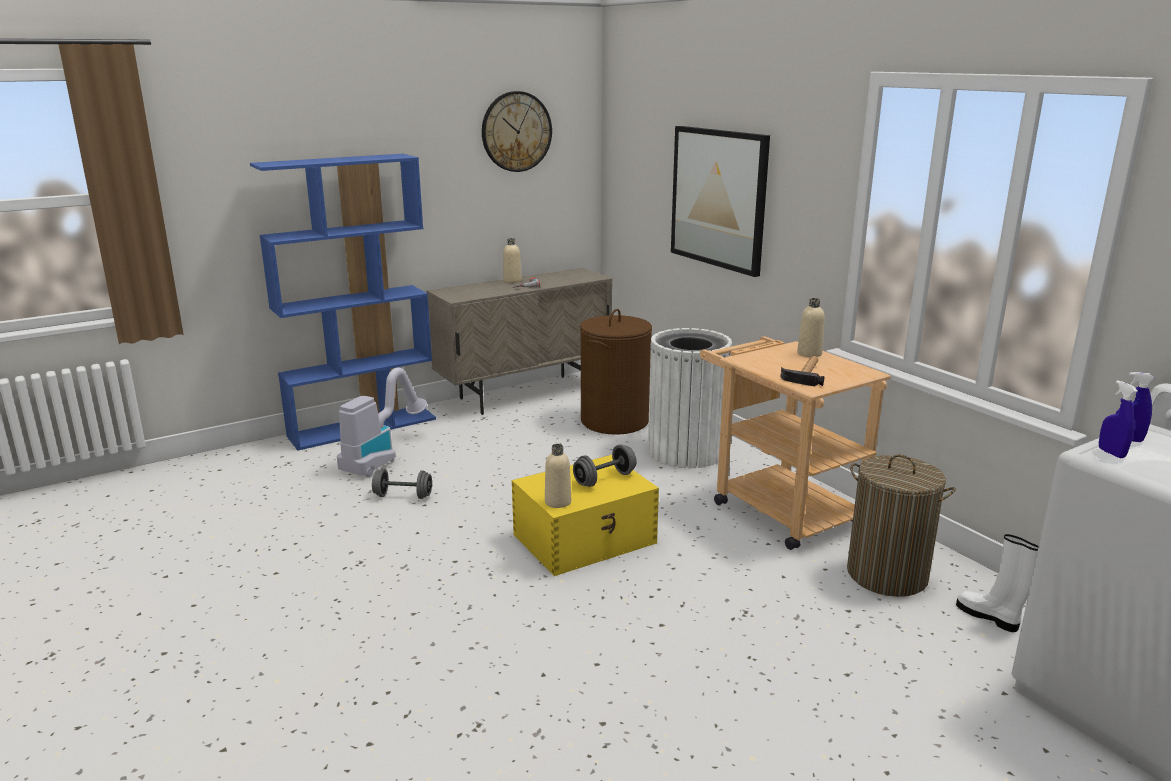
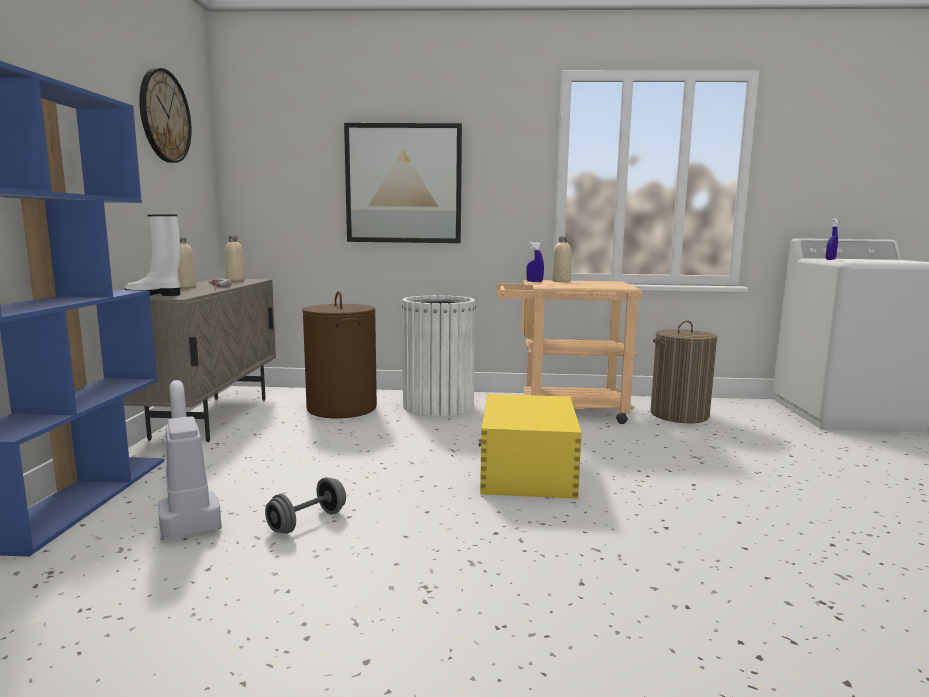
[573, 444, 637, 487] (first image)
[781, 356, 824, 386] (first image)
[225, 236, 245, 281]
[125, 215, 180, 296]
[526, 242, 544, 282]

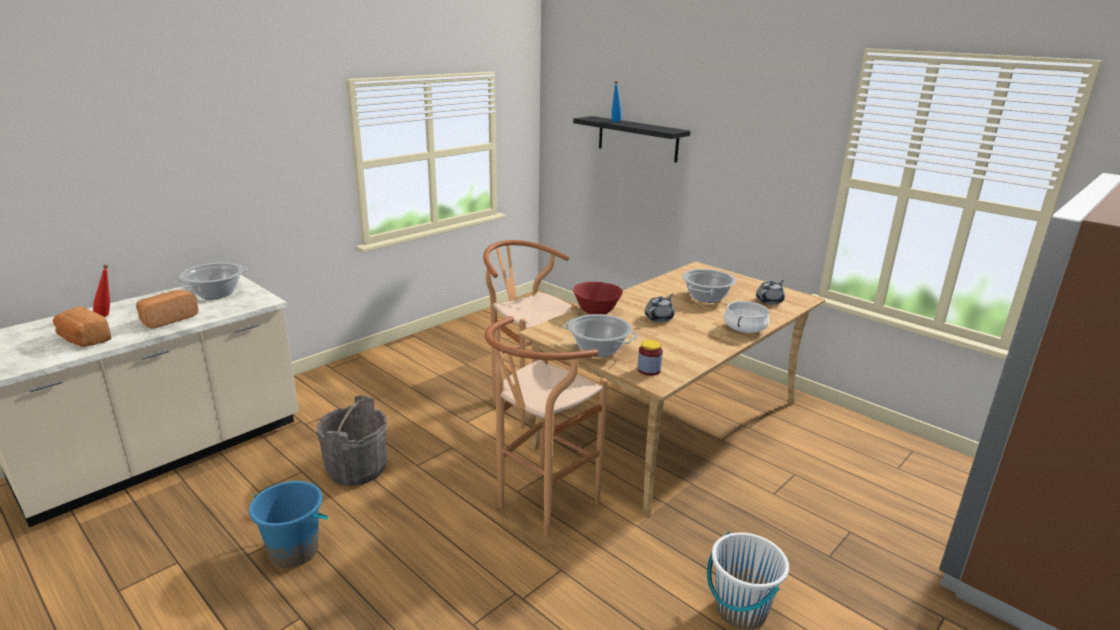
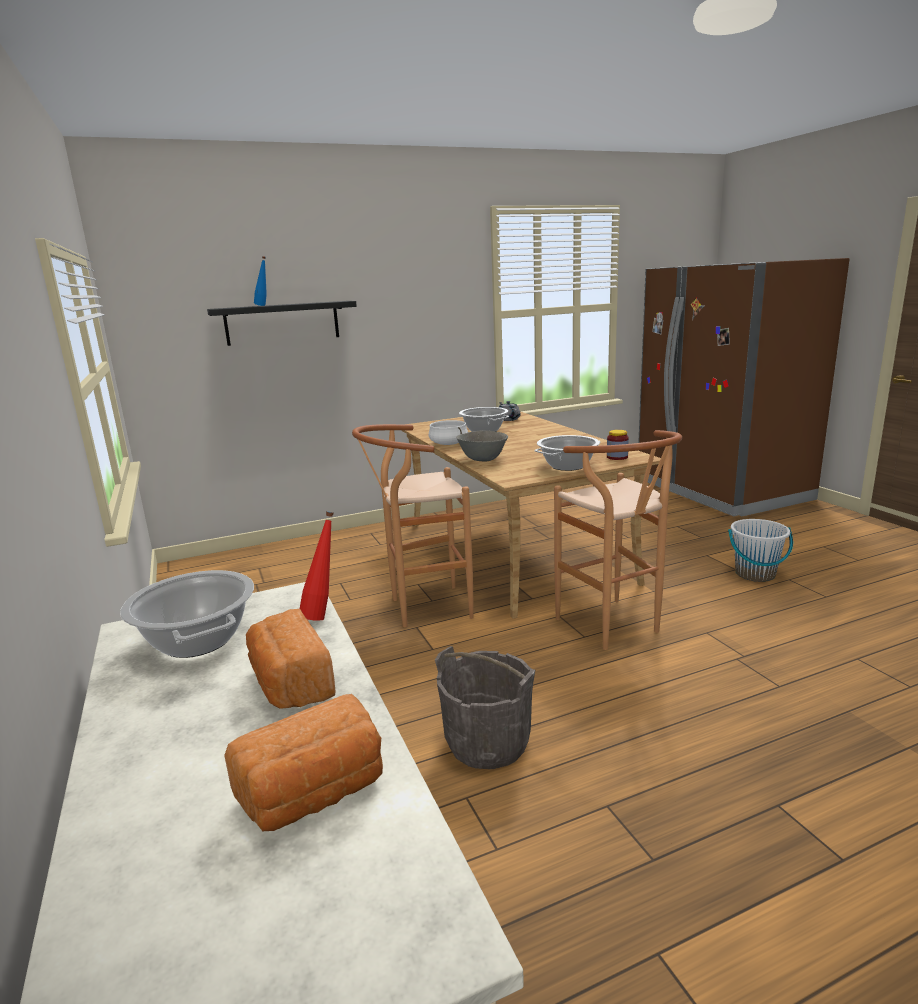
[249, 481, 329, 568] (first image)
[645, 294, 675, 322] (first image)
[300, 511, 334, 621]
[429, 420, 468, 445]
[456, 430, 508, 461]

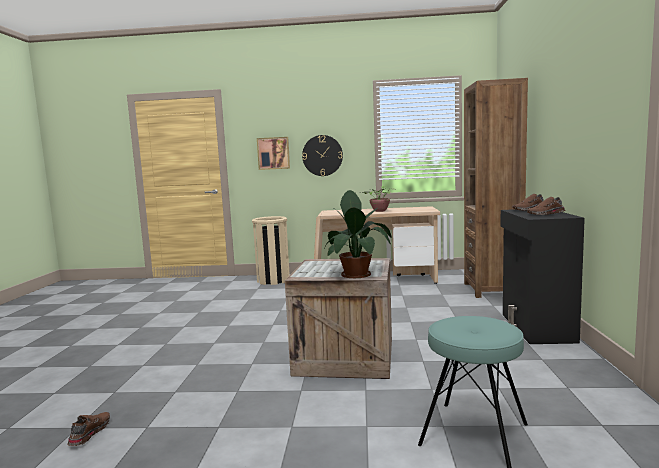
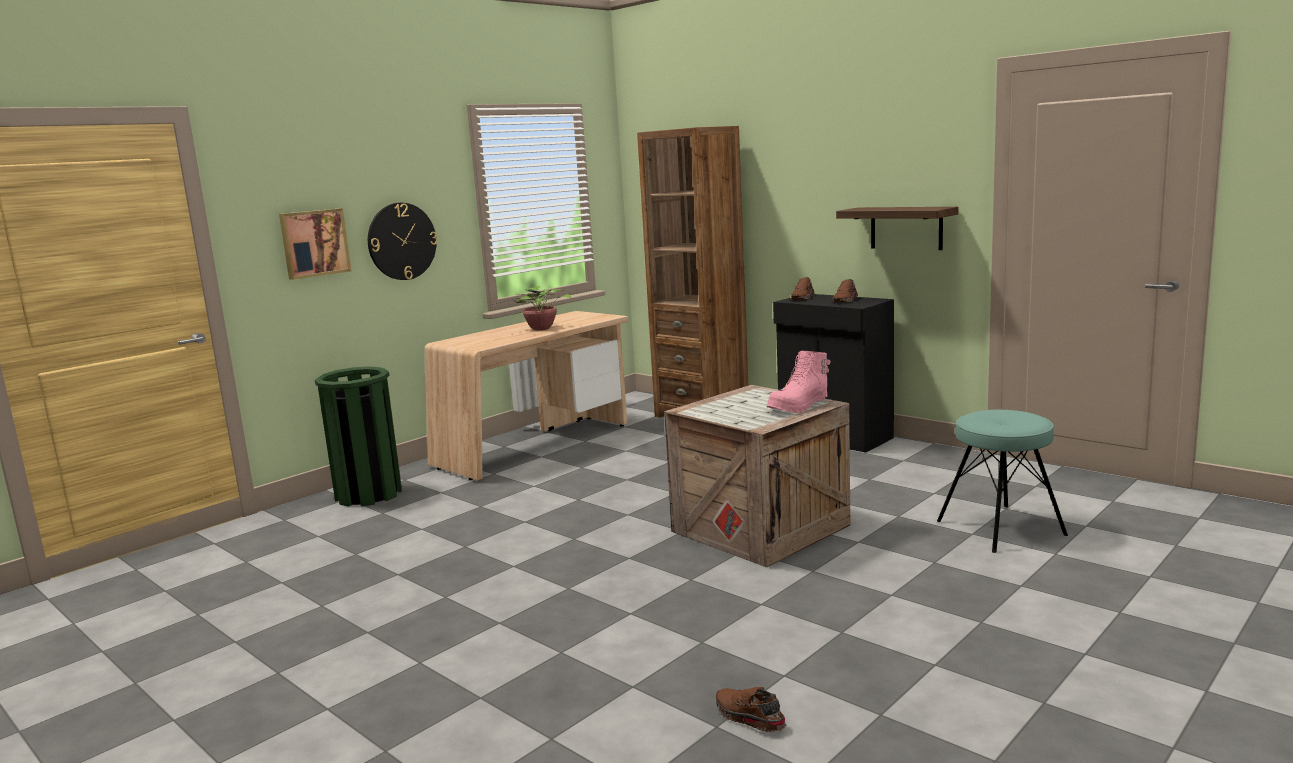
[836, 207, 959, 250]
[766, 351, 830, 413]
[315, 366, 402, 507]

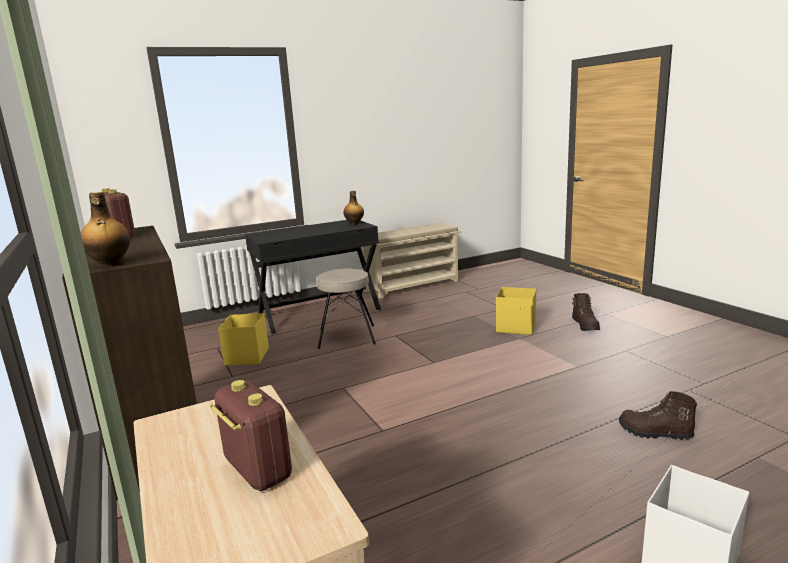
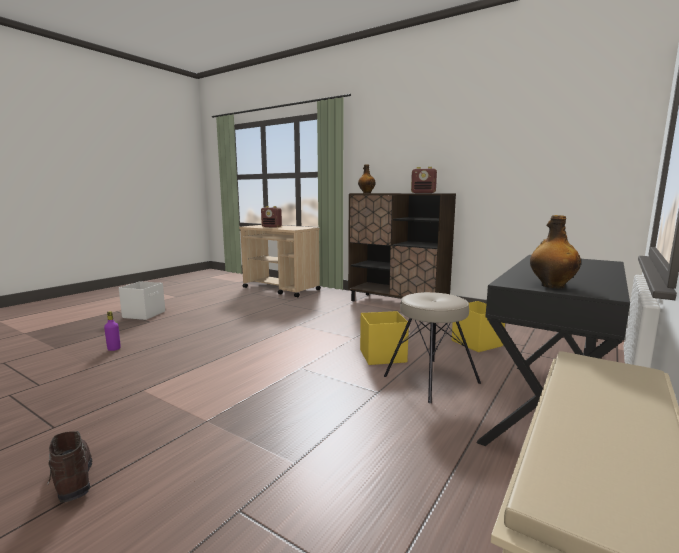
[360, 311, 409, 365]
[104, 311, 121, 351]

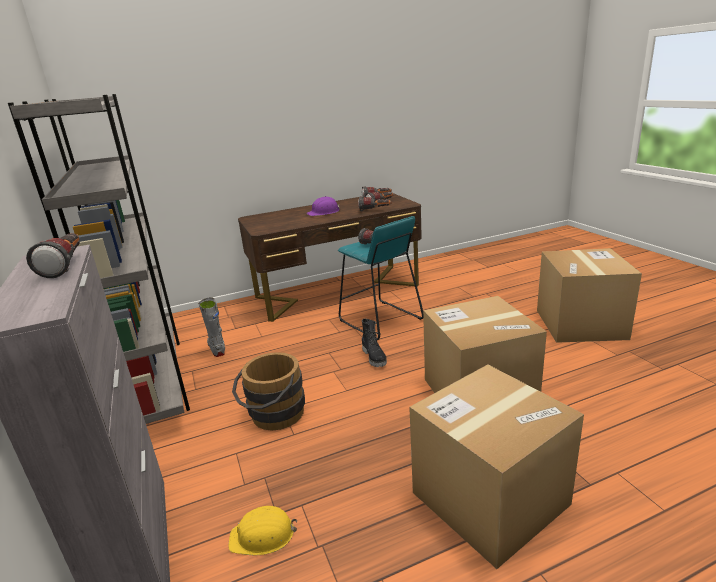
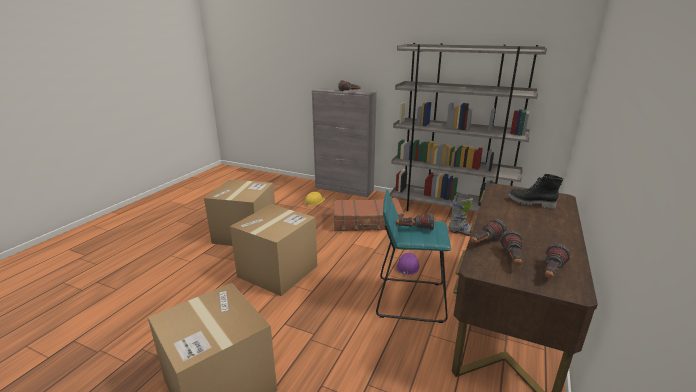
[396, 253, 419, 276]
[508, 174, 563, 209]
[334, 198, 404, 231]

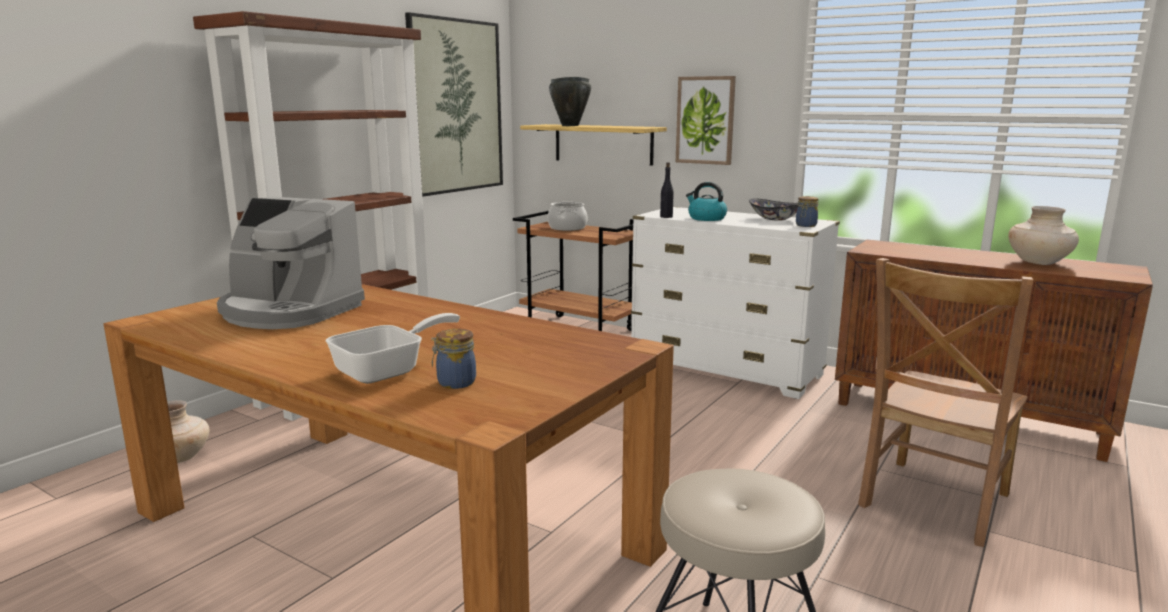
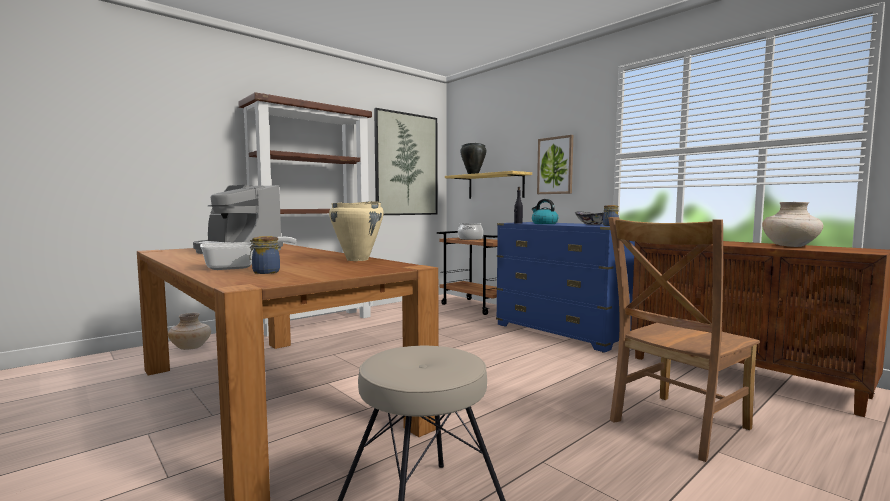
[329, 201, 384, 261]
[496, 222, 635, 353]

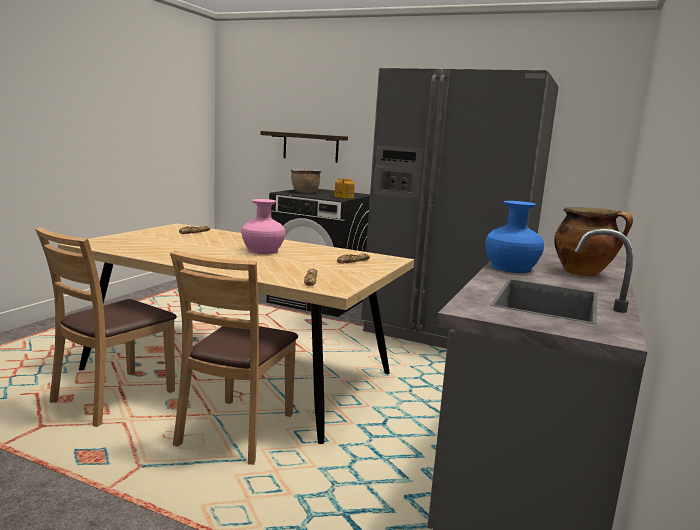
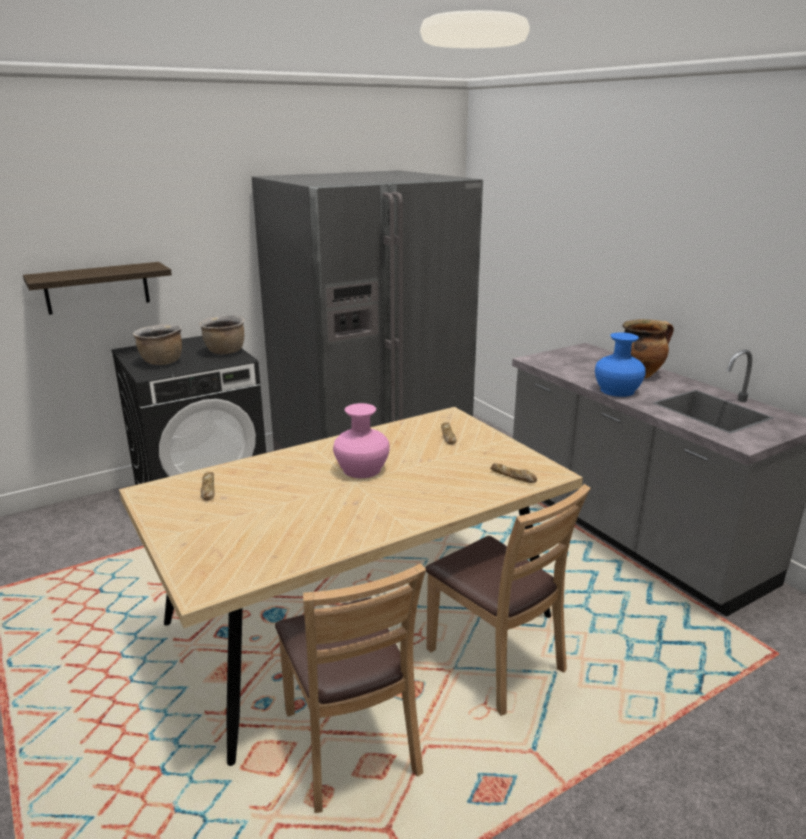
[199, 315, 244, 354]

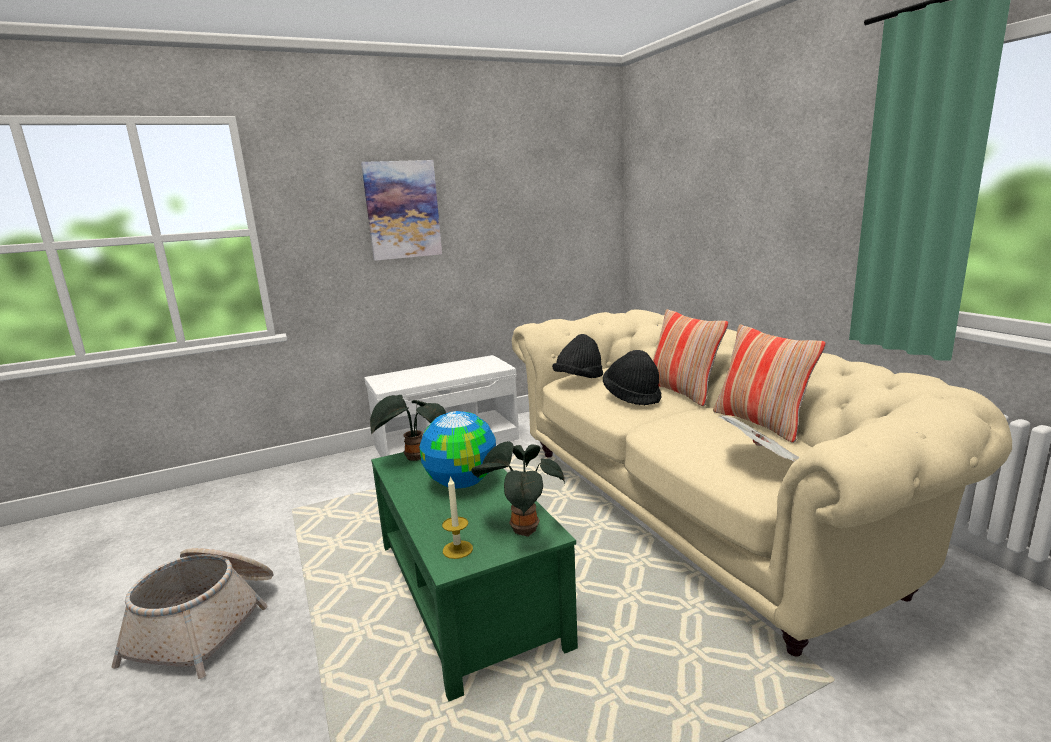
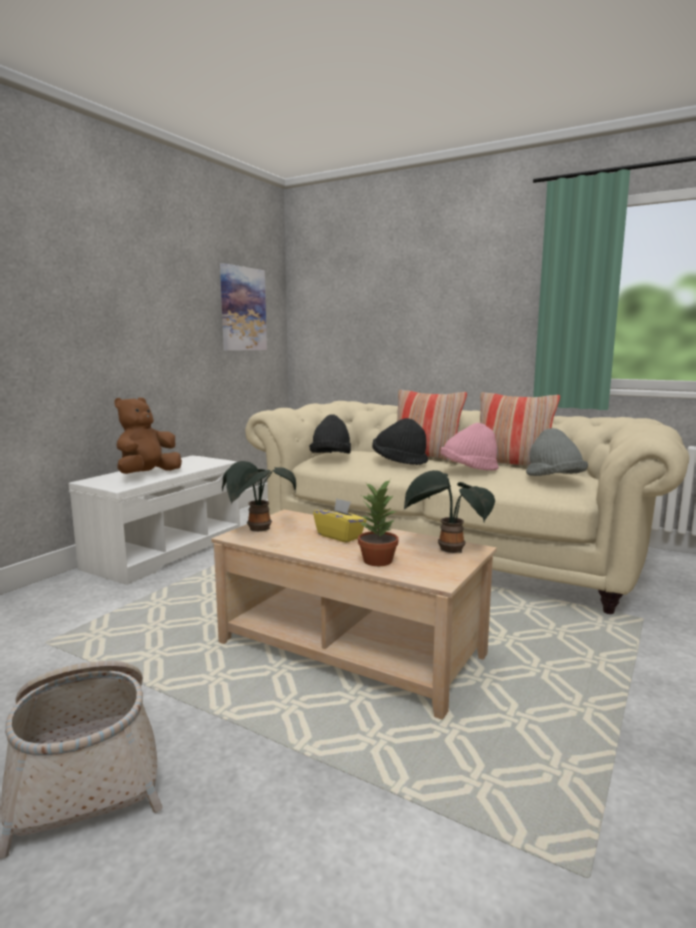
[442, 476, 473, 559] (first image)
[114, 397, 182, 474]
[358, 479, 398, 566]
[440, 423, 499, 471]
[220, 263, 267, 351]
[313, 498, 367, 543]
[526, 428, 588, 476]
[211, 510, 497, 720]

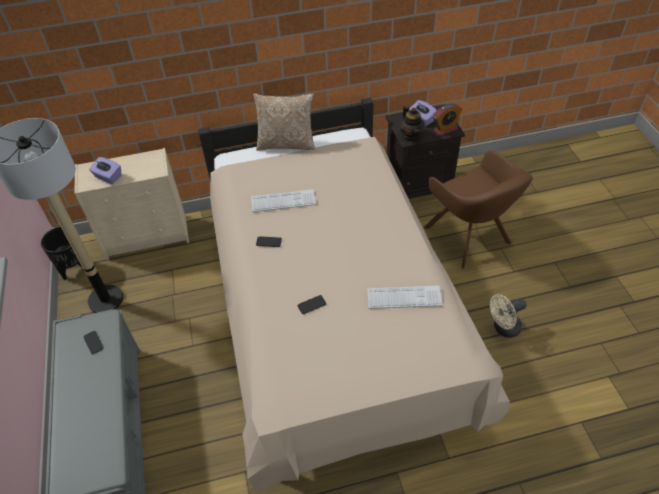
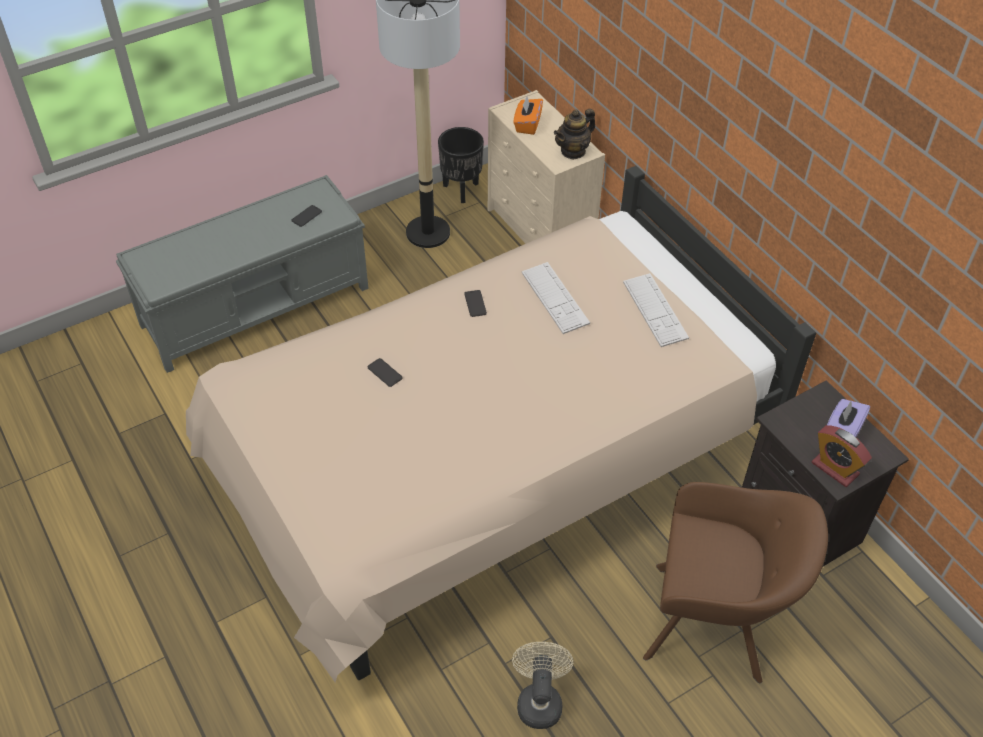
[253, 93, 315, 151] (first image)
[623, 273, 689, 347]
[554, 109, 595, 160]
[513, 96, 543, 135]
[643, 482, 828, 683]
[512, 642, 573, 729]

